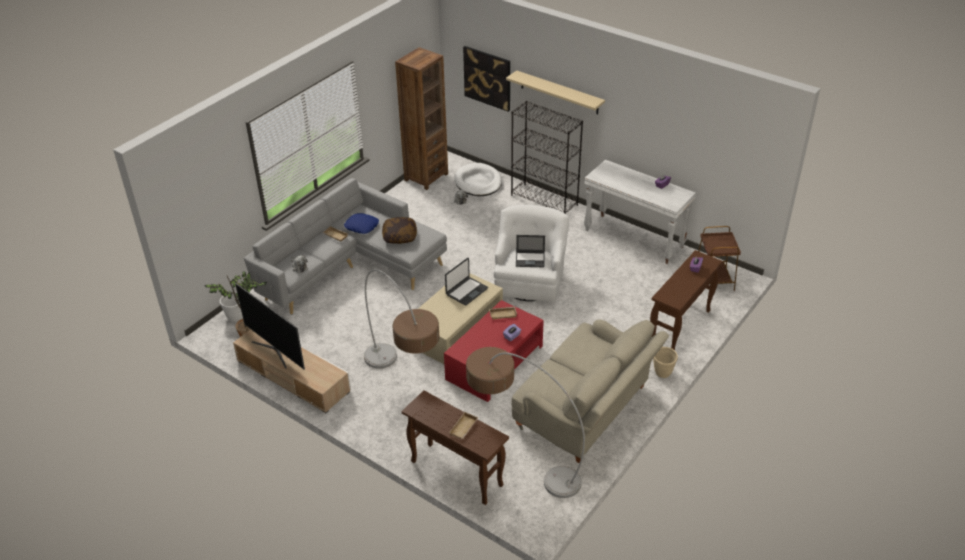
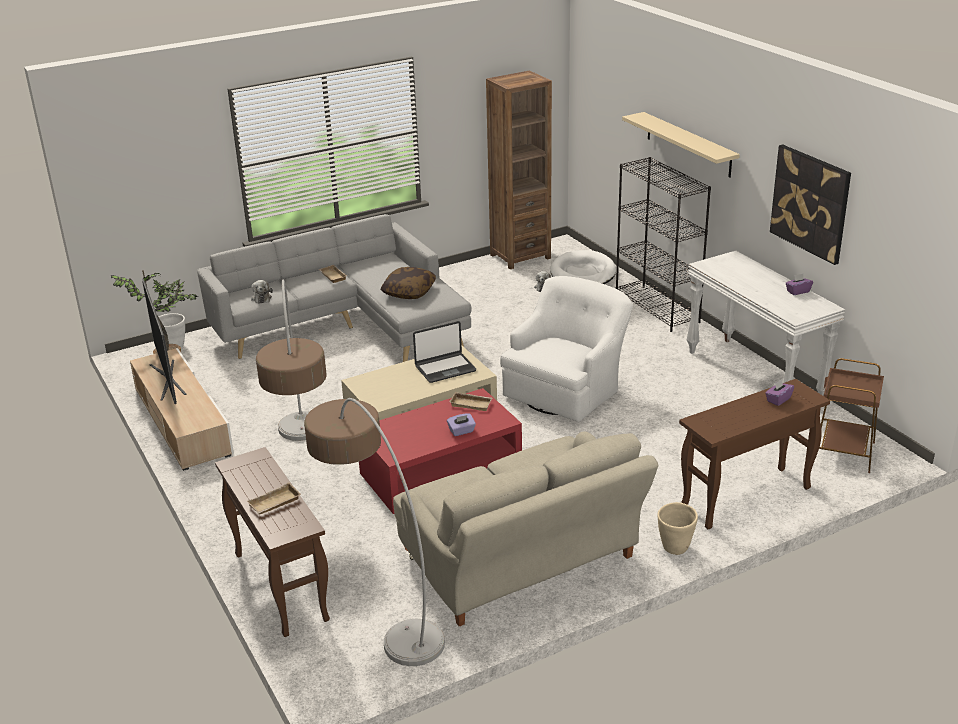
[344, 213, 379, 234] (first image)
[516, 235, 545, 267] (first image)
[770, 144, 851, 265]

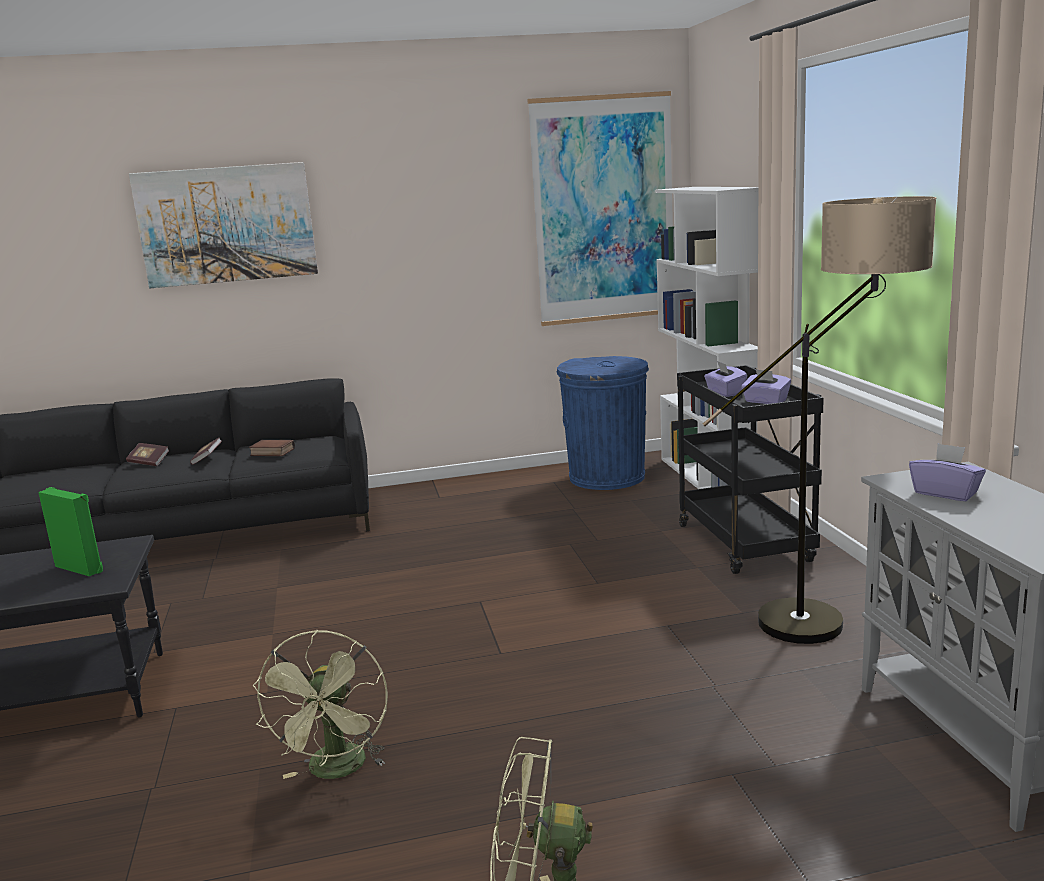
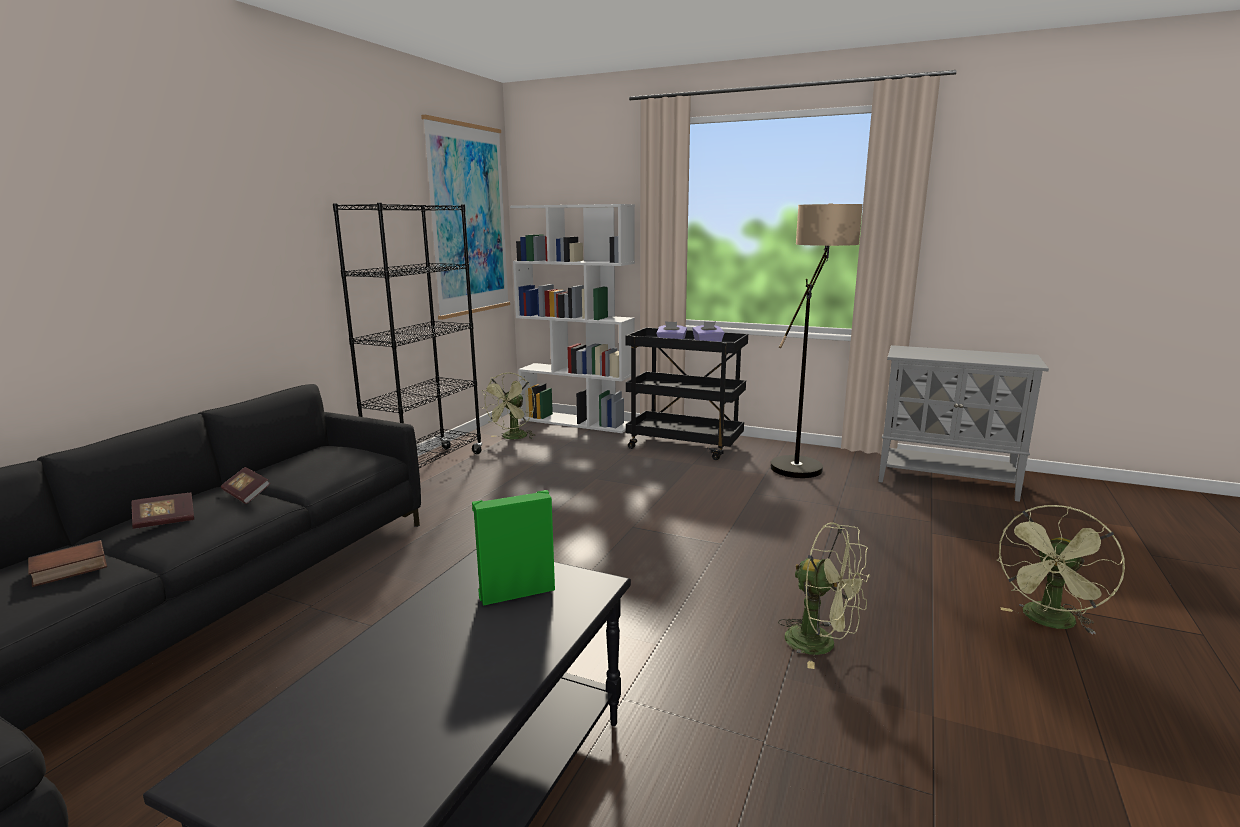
[129, 162, 318, 288] (first image)
[909, 443, 986, 502] (first image)
[333, 203, 482, 468]
[28, 540, 107, 587]
[481, 372, 536, 439]

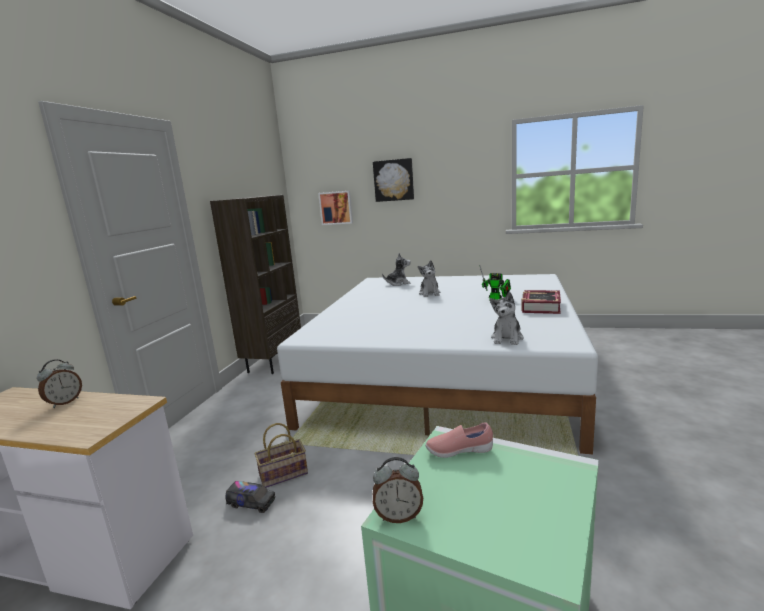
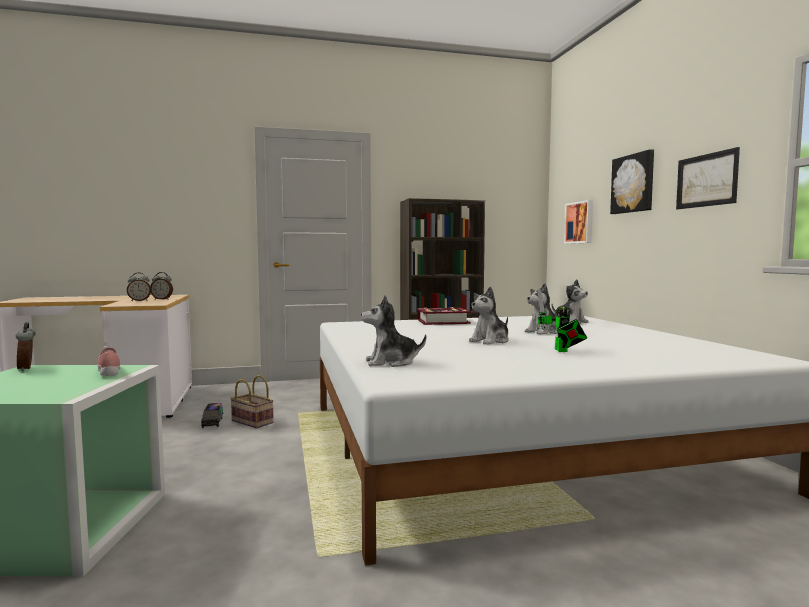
[127, 273, 151, 301]
[469, 287, 509, 345]
[676, 147, 740, 209]
[418, 307, 471, 325]

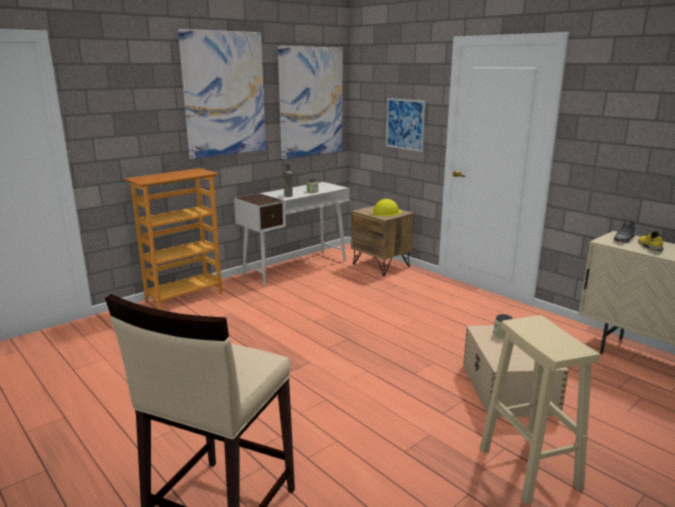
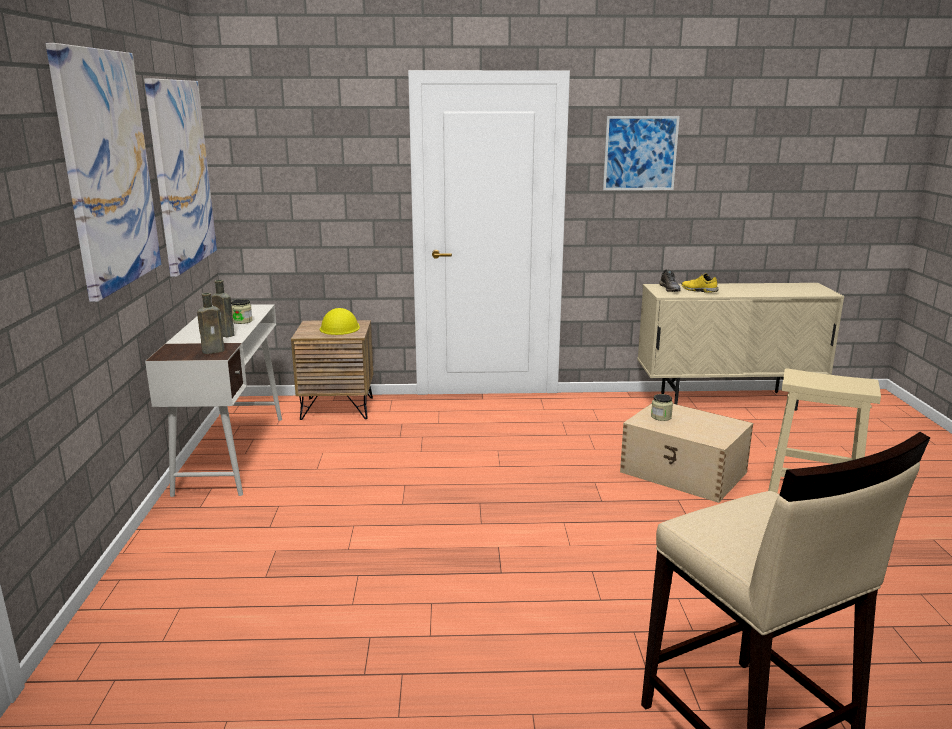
[124, 168, 222, 310] (first image)
[197, 293, 225, 354]
[603, 116, 680, 190]

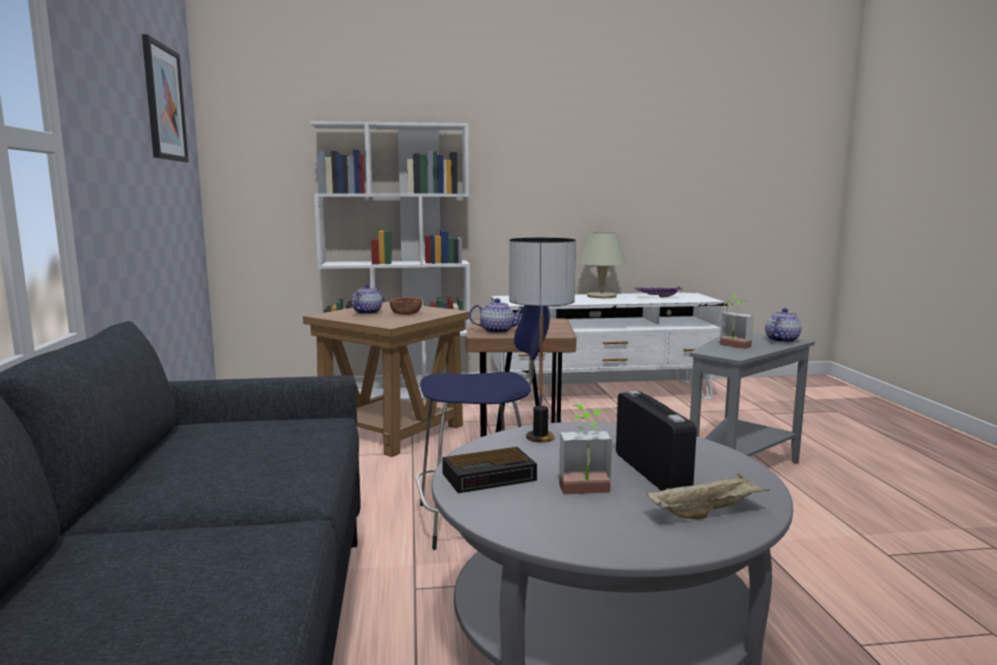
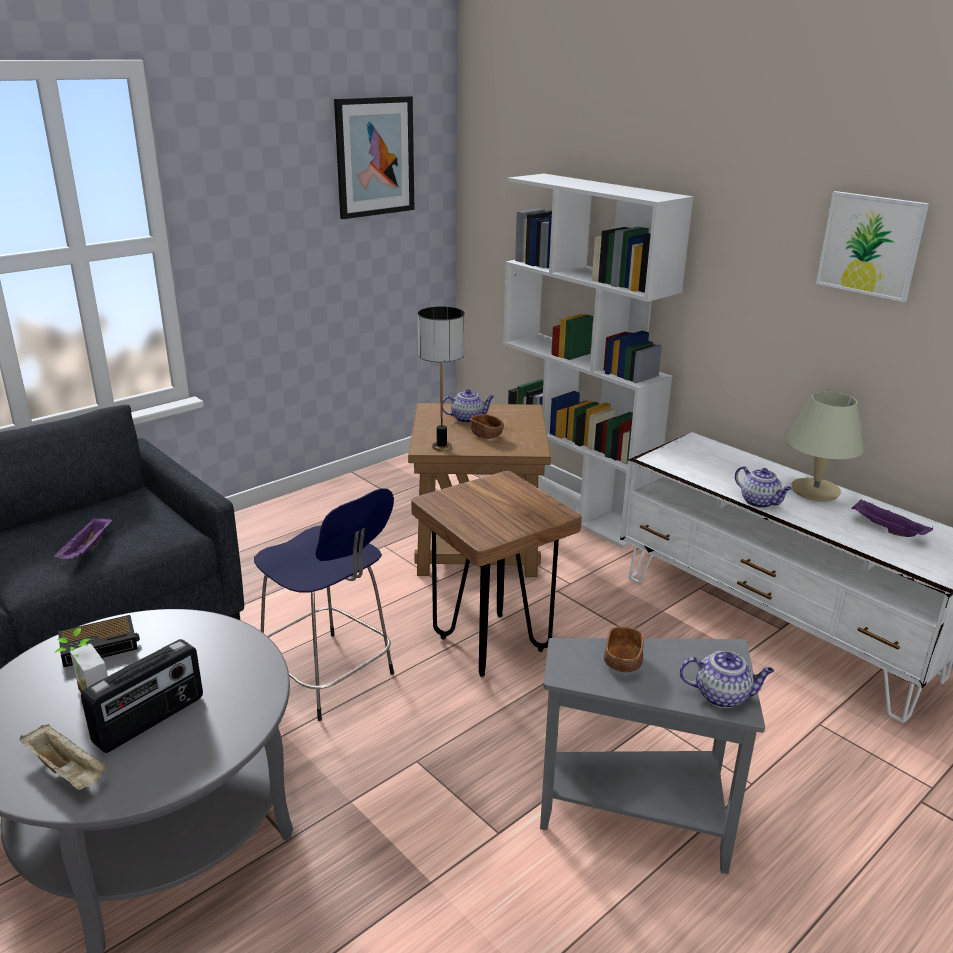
[54, 516, 112, 559]
[816, 191, 929, 302]
[735, 466, 792, 508]
[418, 306, 465, 451]
[604, 626, 644, 672]
[58, 615, 140, 667]

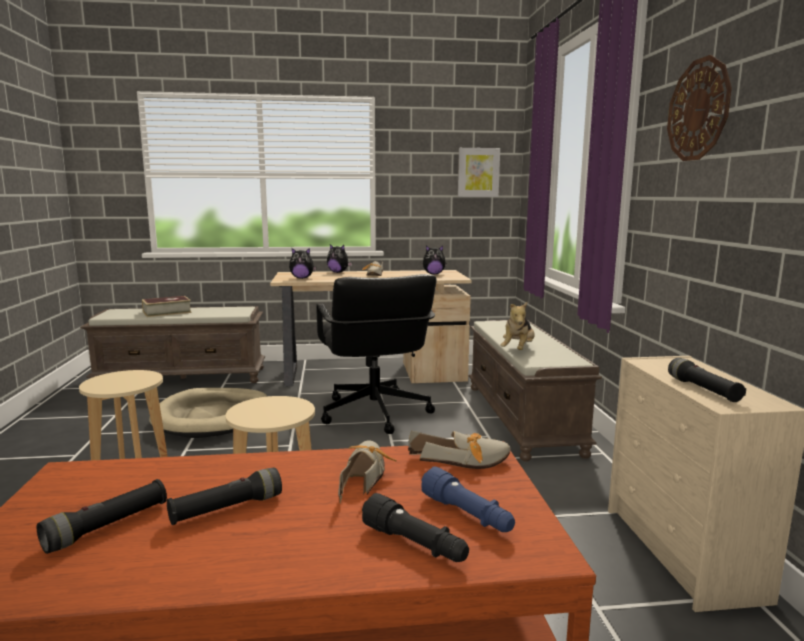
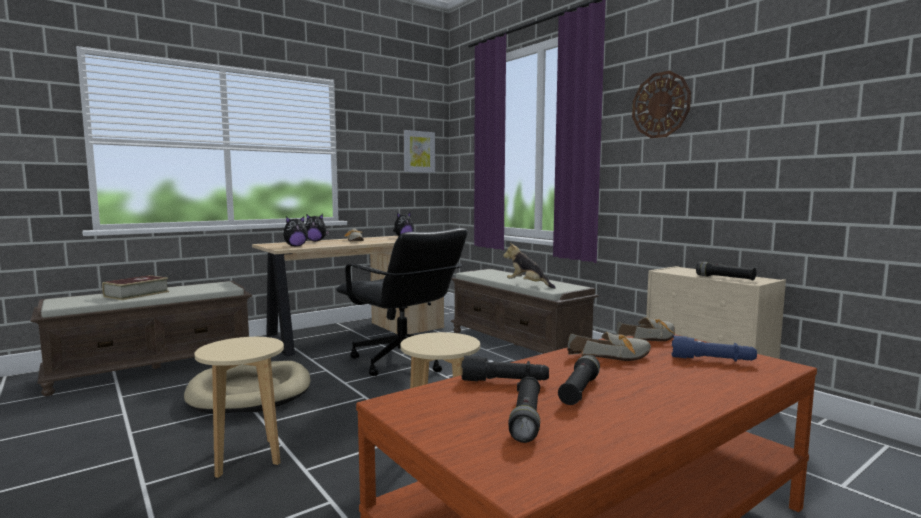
[461, 355, 549, 381]
[567, 332, 651, 361]
[503, 243, 556, 289]

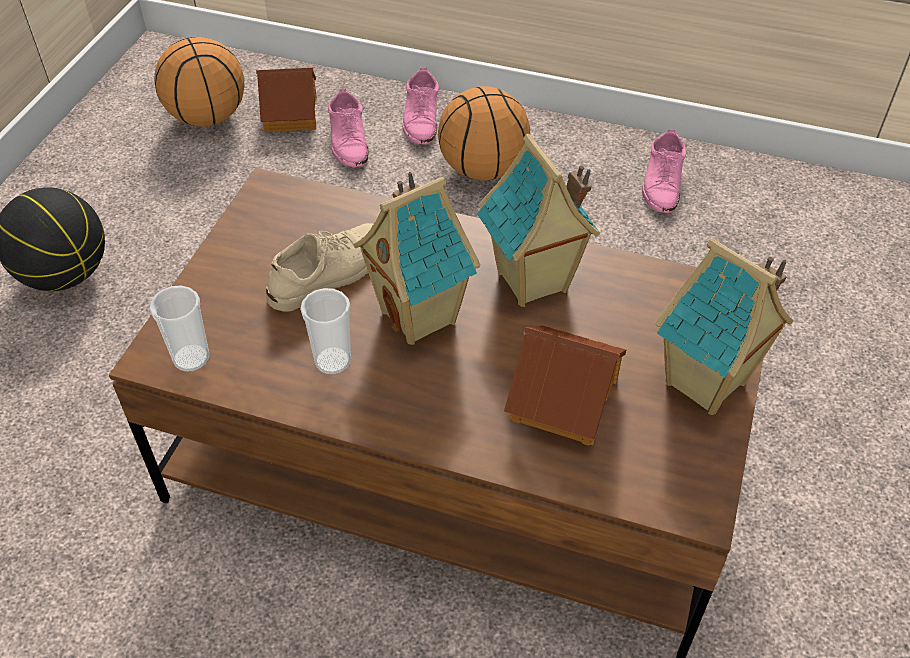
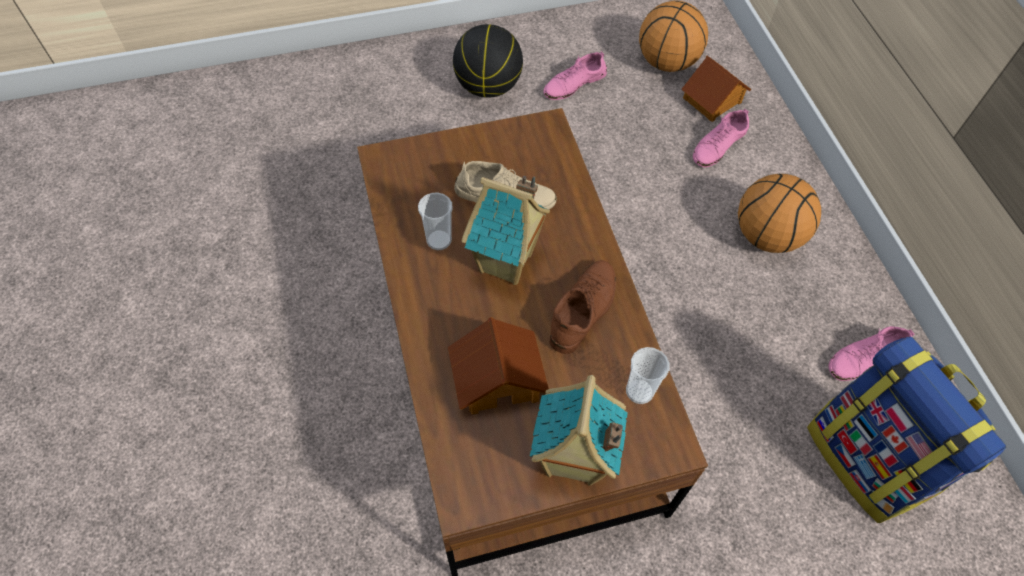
[807, 336, 1006, 523]
[626, 347, 670, 404]
[543, 52, 607, 100]
[549, 260, 616, 354]

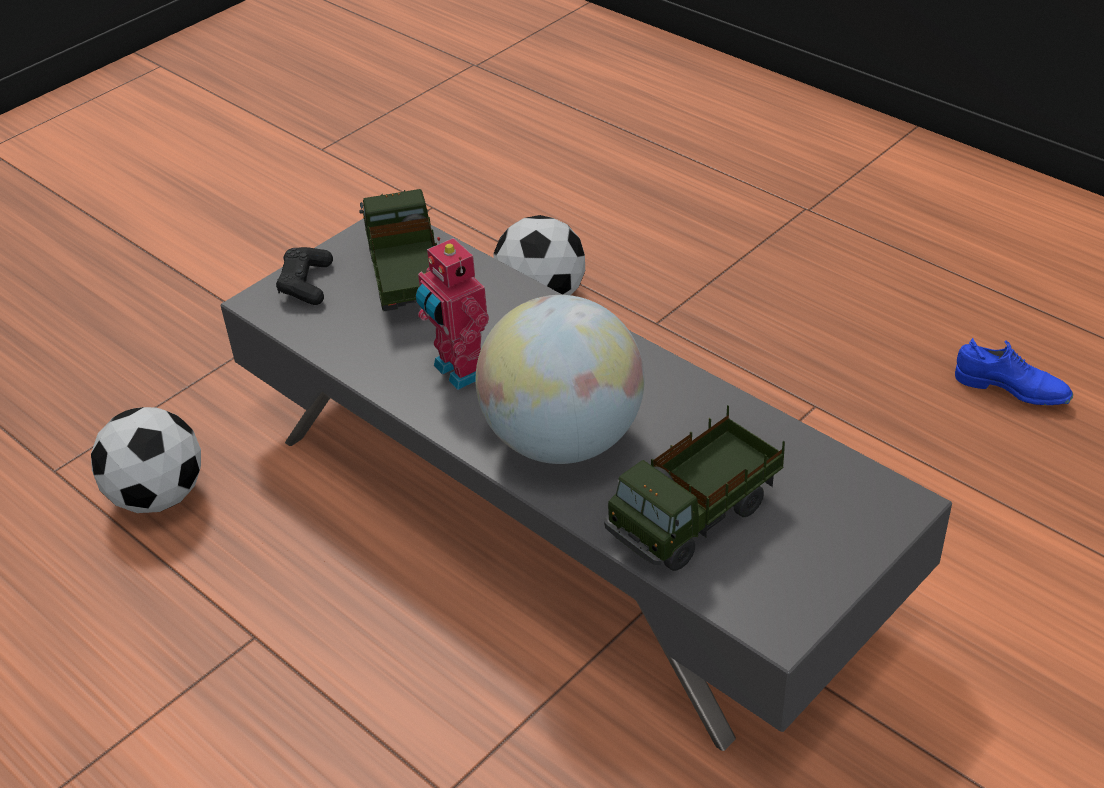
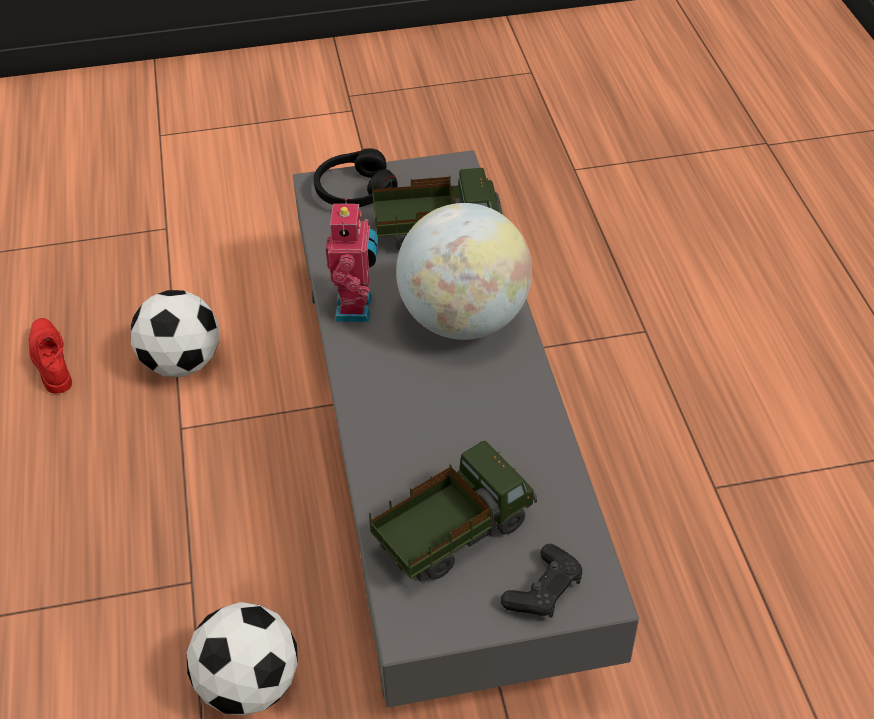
[314, 148, 397, 207]
[130, 290, 219, 377]
[326, 198, 378, 322]
[29, 318, 72, 393]
[369, 441, 537, 582]

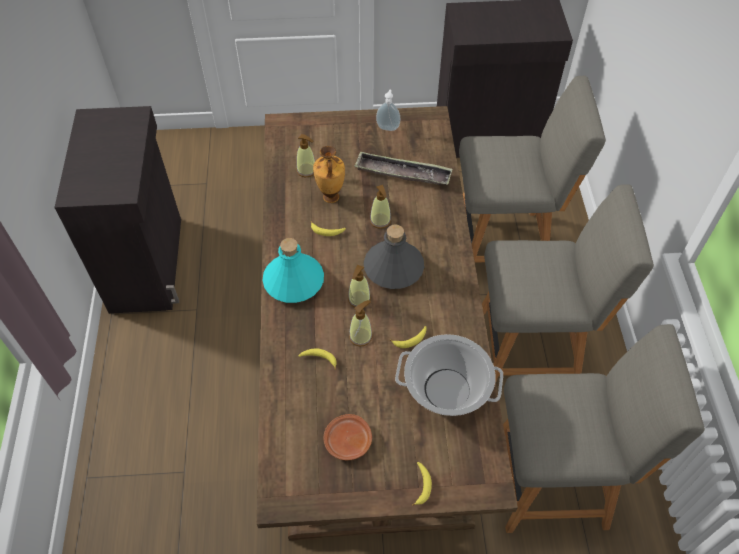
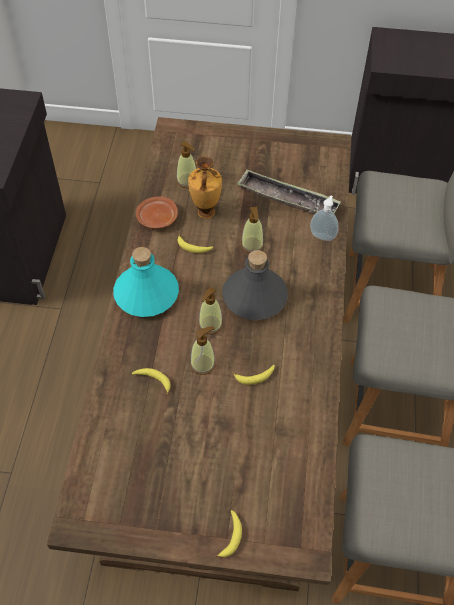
[395, 334, 503, 416] (first image)
[136, 196, 178, 228]
[310, 196, 339, 241]

